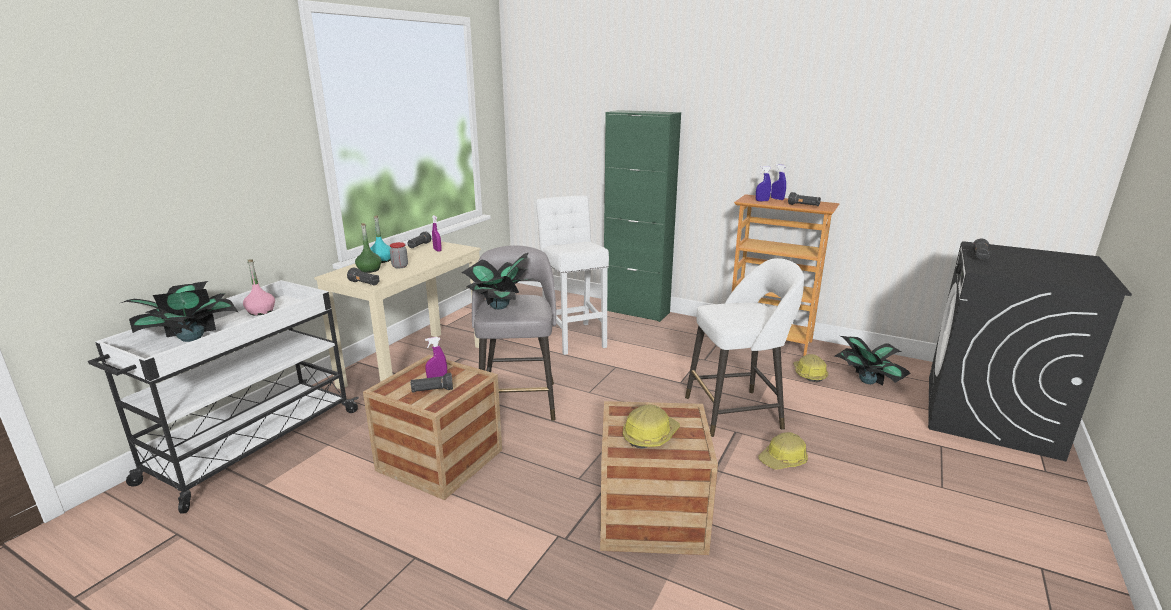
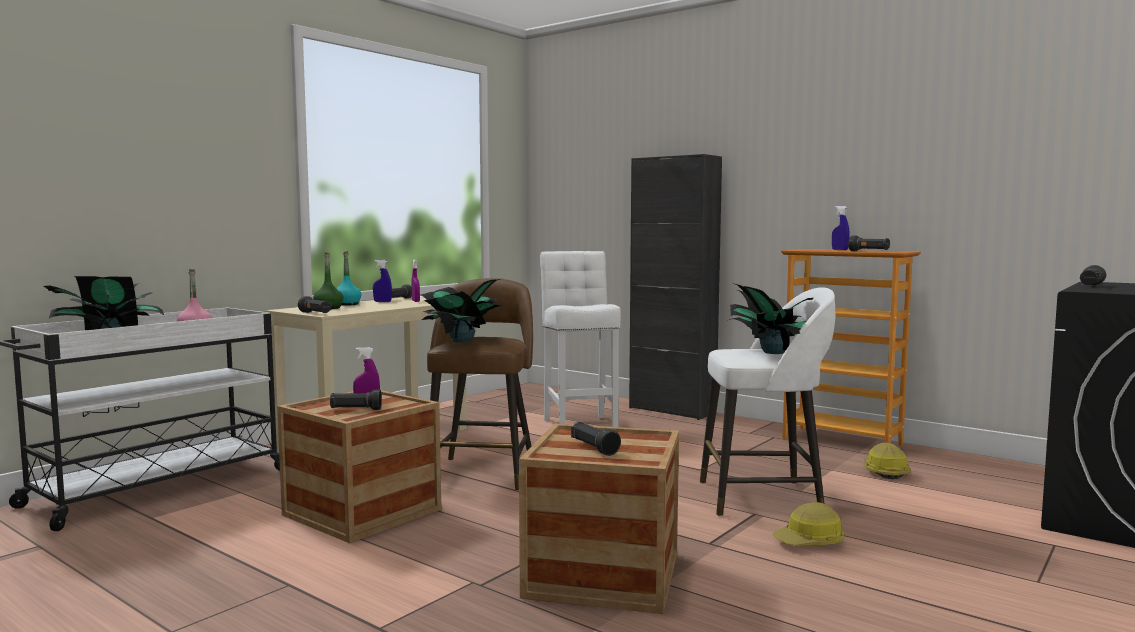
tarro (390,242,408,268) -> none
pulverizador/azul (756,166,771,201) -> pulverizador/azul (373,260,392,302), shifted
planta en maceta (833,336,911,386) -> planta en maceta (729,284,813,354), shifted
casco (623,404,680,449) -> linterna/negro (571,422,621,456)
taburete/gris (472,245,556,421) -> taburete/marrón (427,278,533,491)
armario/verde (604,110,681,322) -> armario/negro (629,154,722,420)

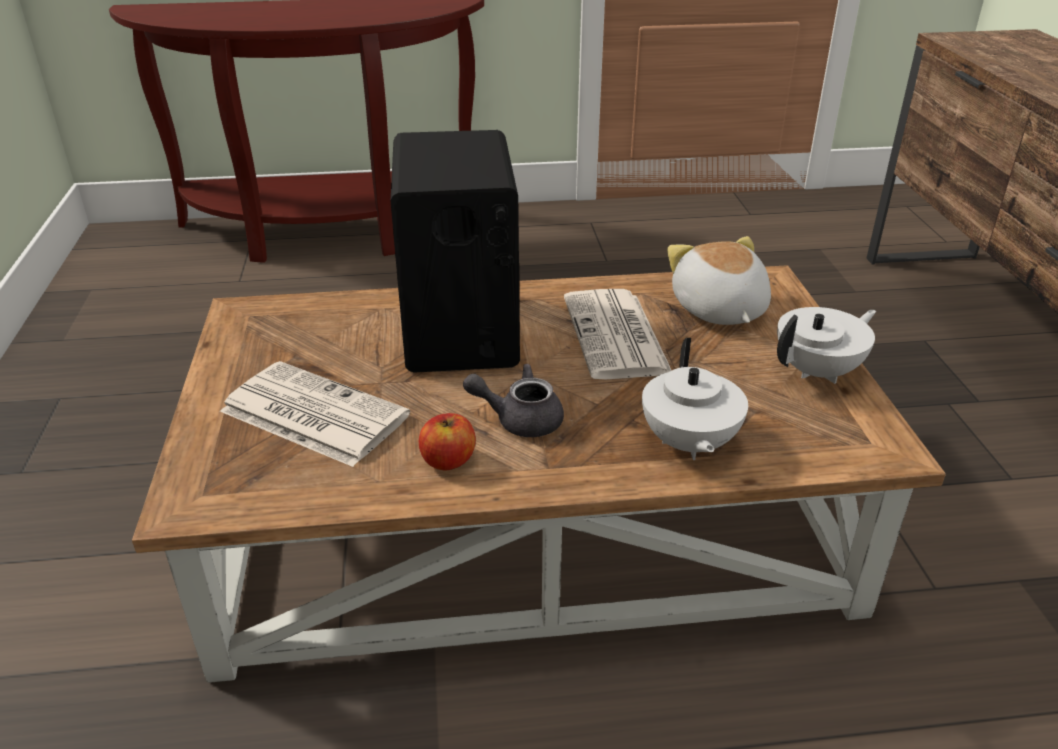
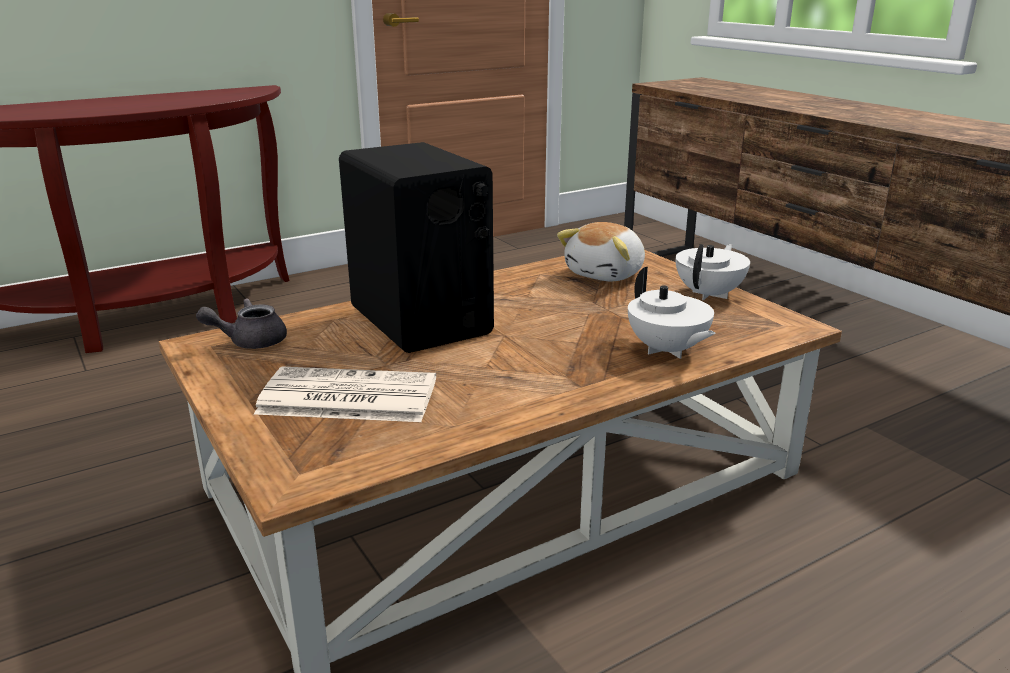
manzana (419,413,476,470) -> none
periódico (564,289,672,379) -> none
tetera/gris (463,364,564,437) -> tetera/gris (196,298,287,349), shifted
peluche (667,236,771,325) -> peluche (557,222,645,281), 105 degrees counterclockwise

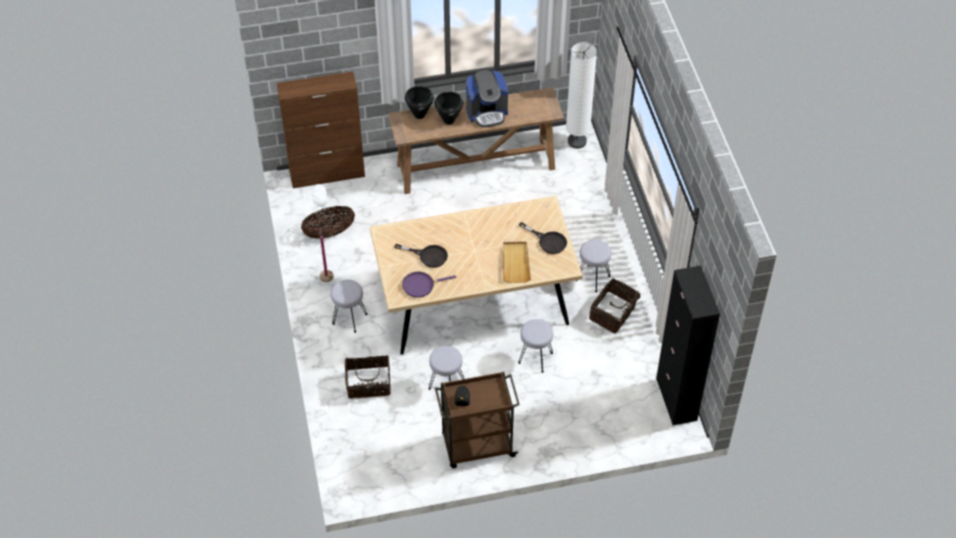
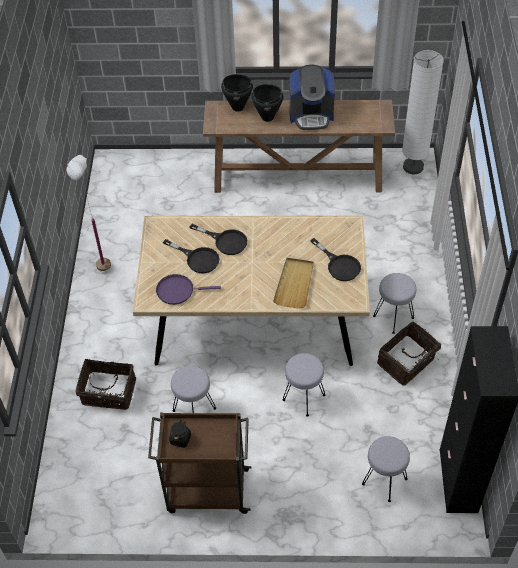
armario/marrón (277,71,365,188) -> none
cesta (301,206,355,239) -> none
none -> sartén/negro (190,224,247,255)
taburete/gris (331,280,367,333) -> taburete/gris (362,436,410,502), shifted

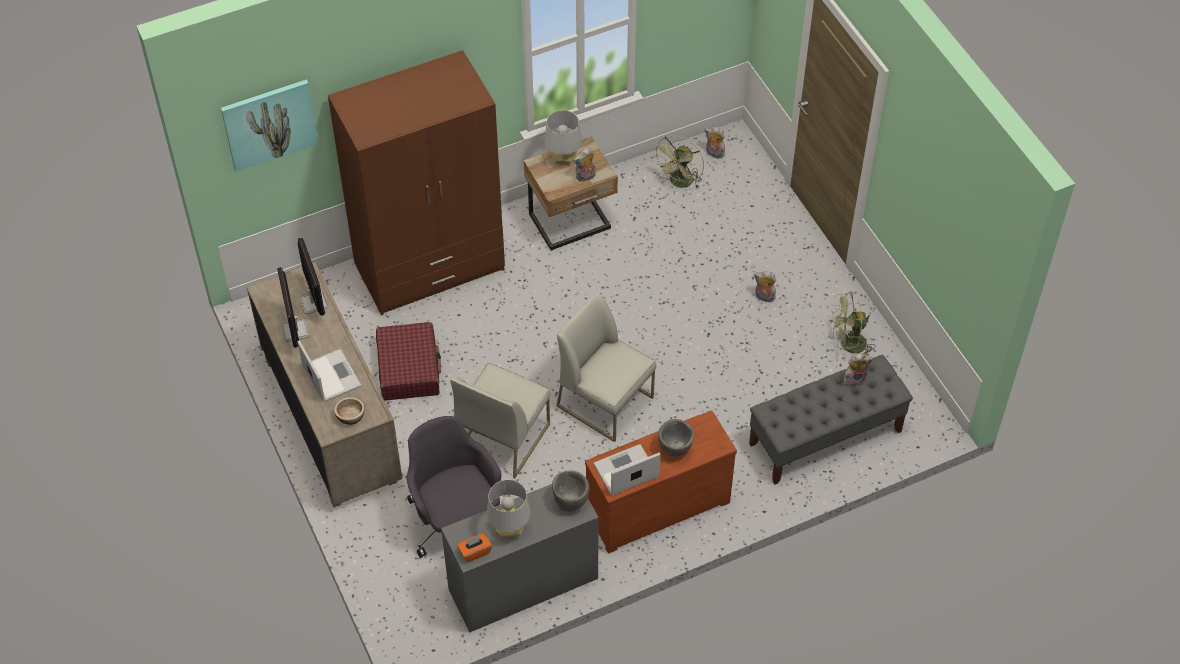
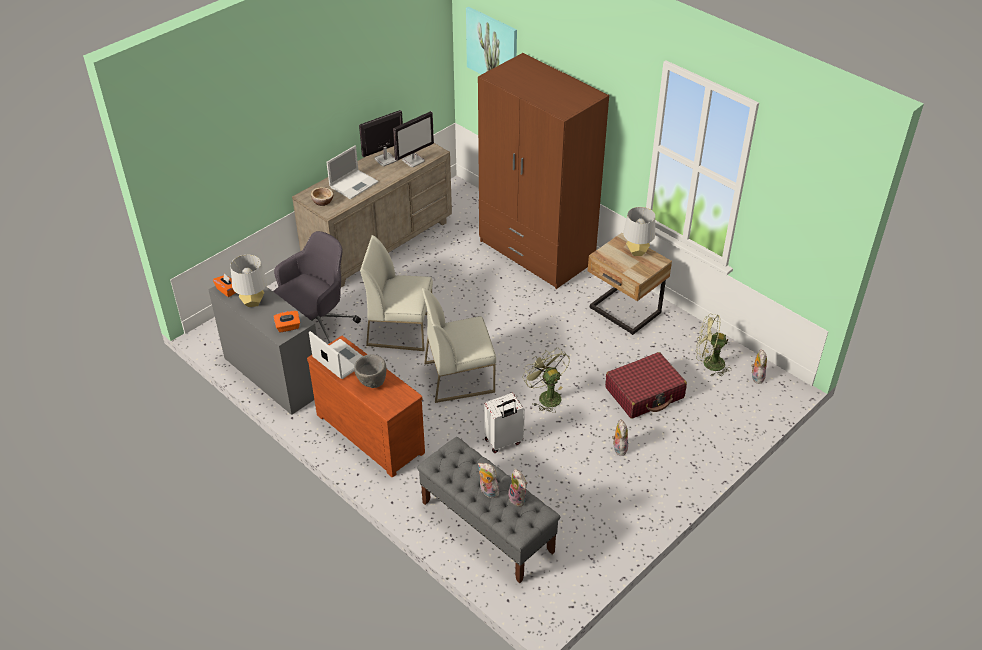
none -> maleta/blanco (484,393,525,453)
maleta/rojo (376,322,441,401) -> maleta/rojo (605,352,687,418), shifted
peluche (573,148,595,182) -> peluche (478,463,499,498), shifted
ventilador/verde (830,292,875,356) -> ventilador/verde (522,347,570,413), shifted
cuenco/gris (552,470,590,512) -> caja de pañuelos/naranja (273,311,300,332)
silla/blanco (557,291,656,442) -> silla/blanco (422,288,496,403), 120 degrees counterclockwise

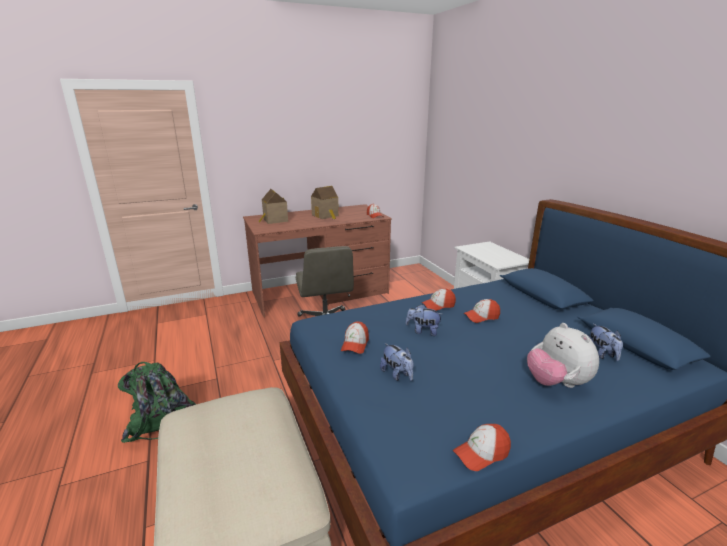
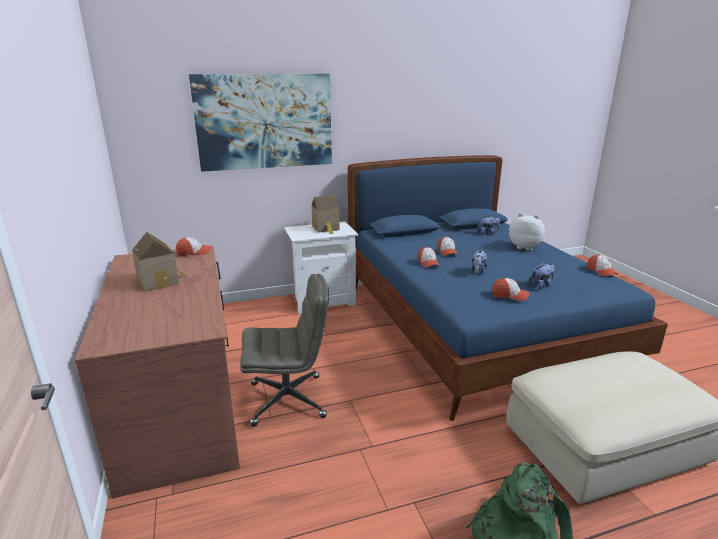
none -> cuadro (189,74,332,172)
casita (258,189,288,224) -> casita (312,195,339,234), shifted
peluche (527,323,599,388) -> peluche (509,213,545,251), 135 degrees counterclockwise

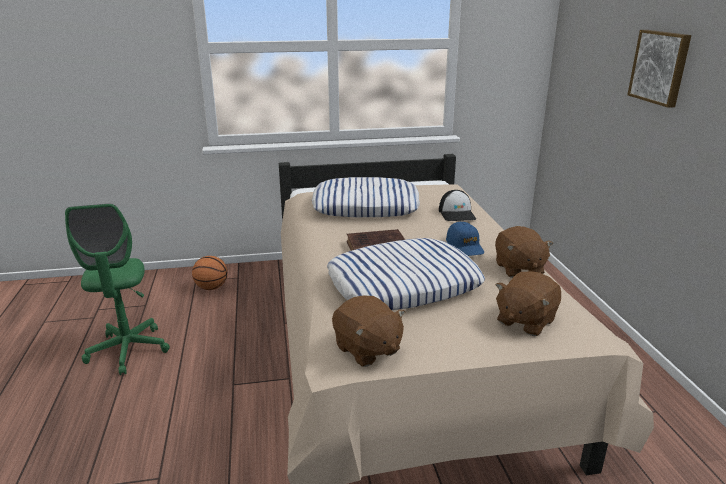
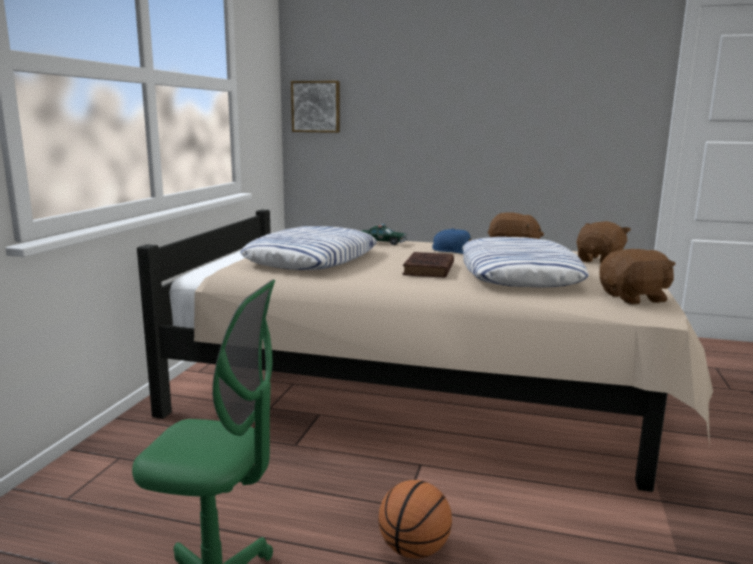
balón de baloncesto (192,256,228,290) -> balón de baloncesto (378,480,452,559), shifted
cuadro (627,30,691,108) -> cuadro (291,81,340,133), shifted
gorra (439,190,476,221) -> coche de juguete (362,224,408,245)
peluche/marrón (496,271,561,336) -> peluche/marrón (577,221,631,263), 120 degrees counterclockwise

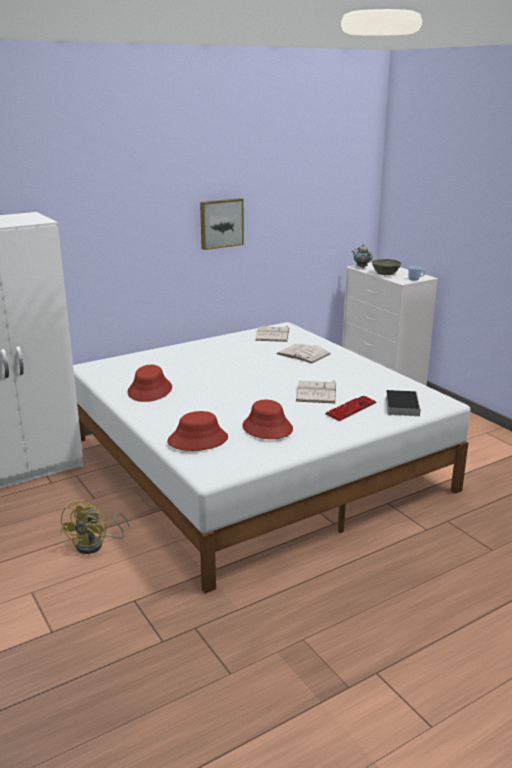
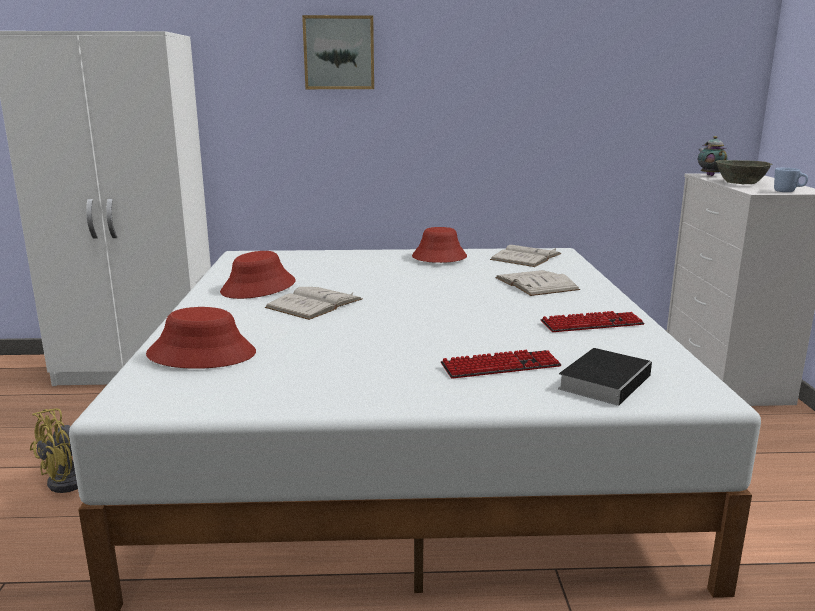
none -> teclado (541,311,645,332)
cuadro (200,198,244,250) -> cuadro (302,15,374,89), shifted
sombrero/rojo (242,400,293,439) -> sombrero/rojo (412,227,467,263), shifted
libro/blanco (296,381,336,403) -> libro/blanco (265,287,362,320), shifted

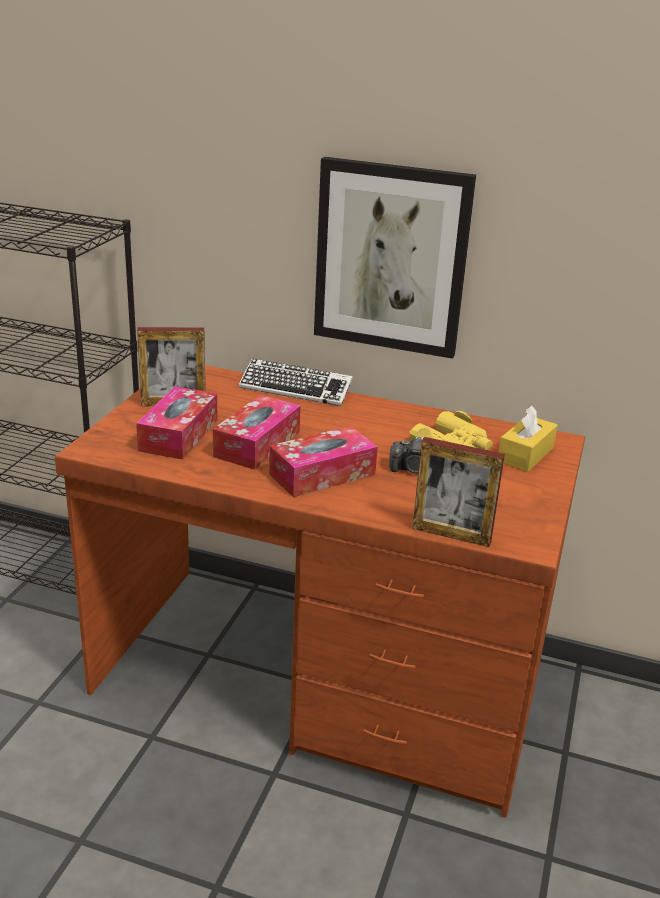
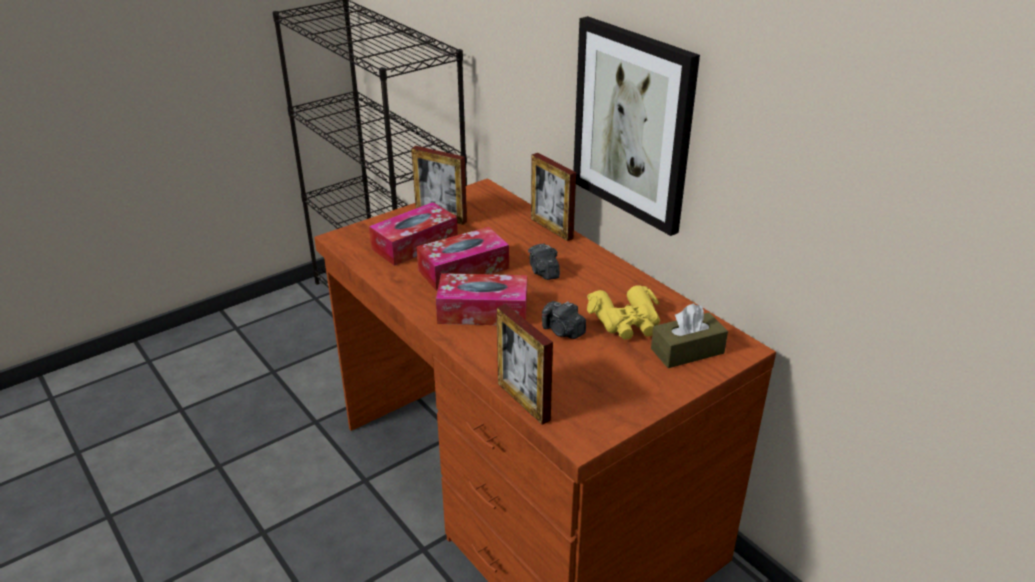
none -> cámara (528,244,560,280)
teclado (238,359,353,406) -> portarretratos (531,153,576,241)
caja de pañuelos/amarillo (499,405,558,472) -> caja de pañuelos/marrón (651,303,728,368)

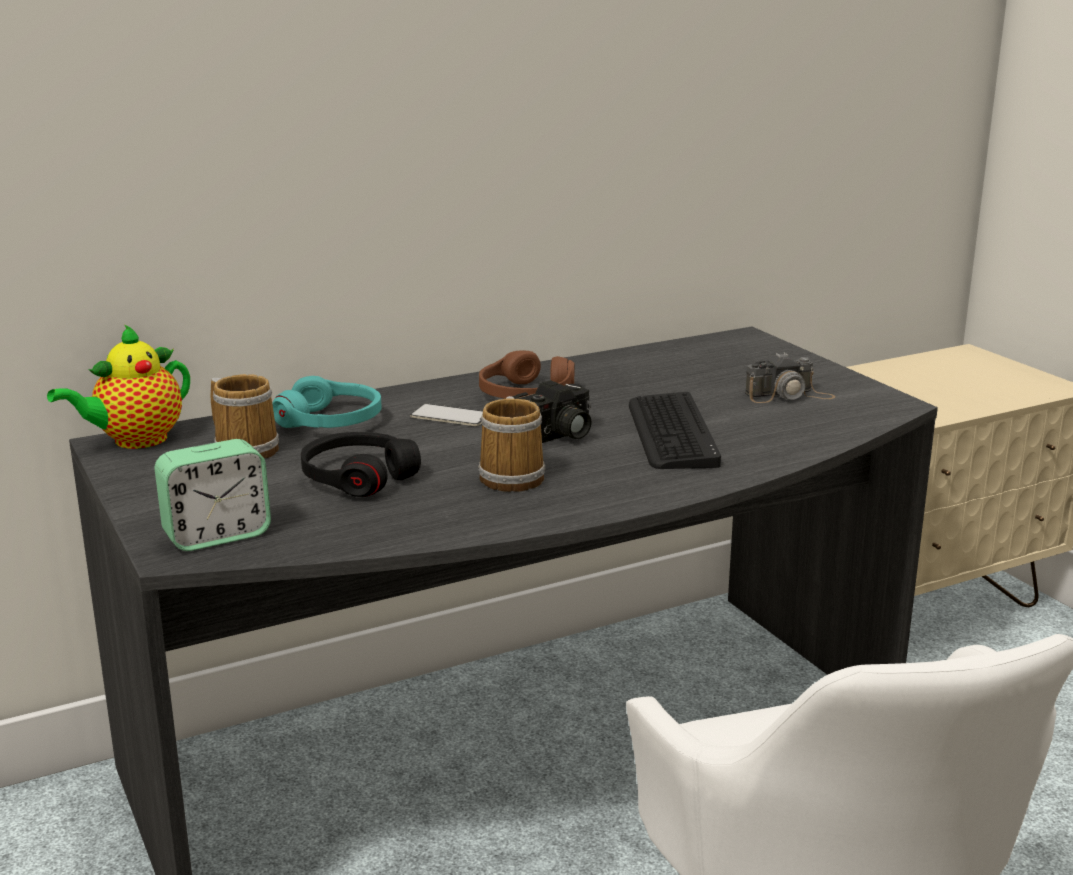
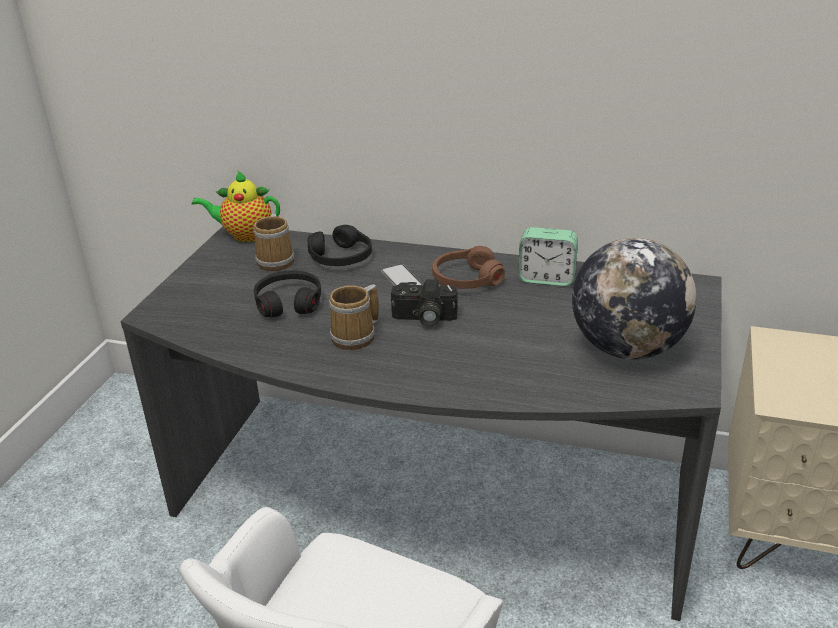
teclado (629,392,721,469) -> none
despertador (155,439,271,551) -> despertador (518,227,578,286), shifted
cámara (745,353,835,403) -> globo terráqueo (572,238,697,360)
auriculares/turquesa (272,376,382,428) -> auriculares/negro (308,225,372,266)

